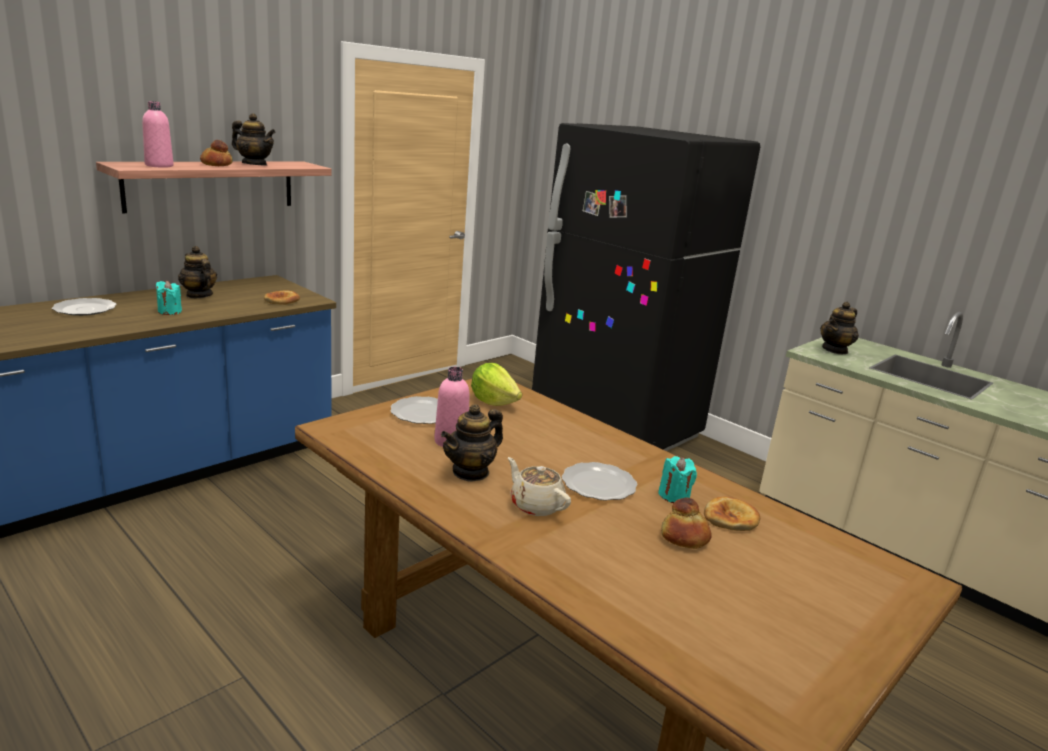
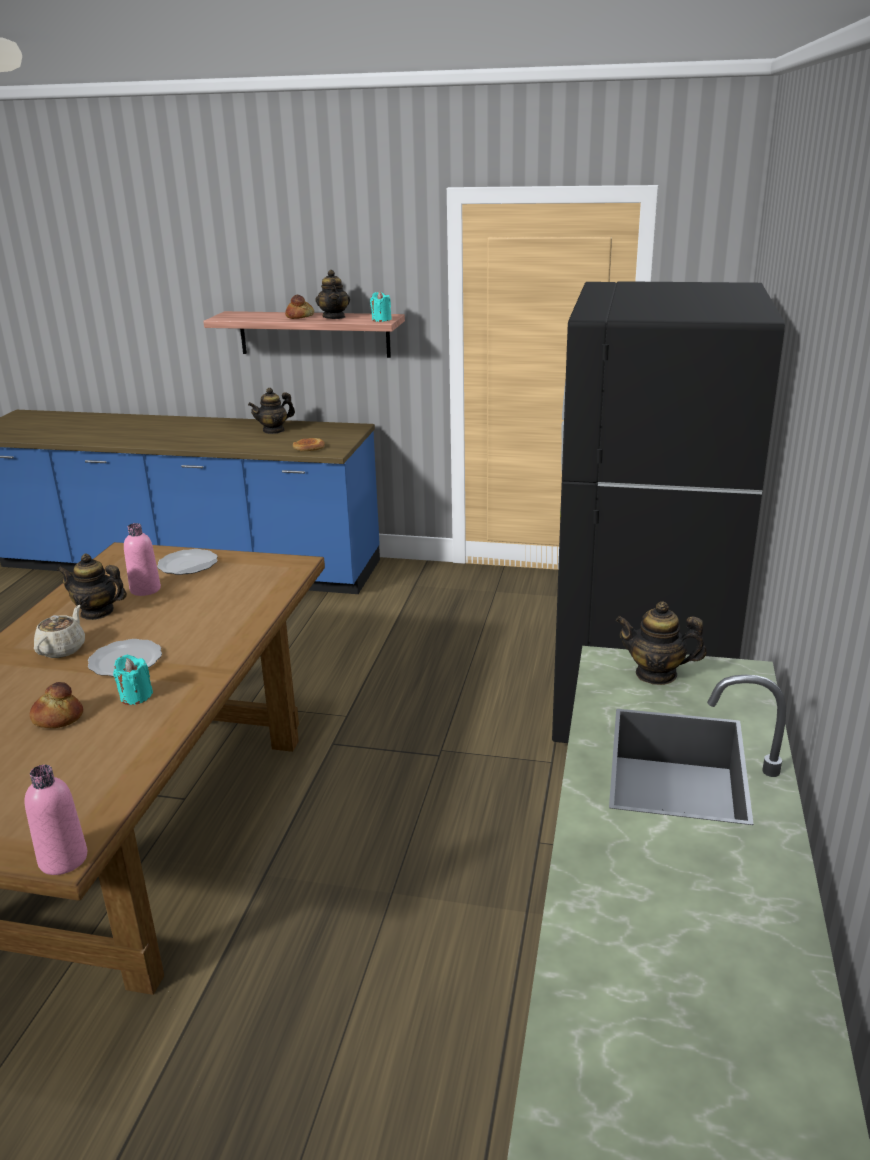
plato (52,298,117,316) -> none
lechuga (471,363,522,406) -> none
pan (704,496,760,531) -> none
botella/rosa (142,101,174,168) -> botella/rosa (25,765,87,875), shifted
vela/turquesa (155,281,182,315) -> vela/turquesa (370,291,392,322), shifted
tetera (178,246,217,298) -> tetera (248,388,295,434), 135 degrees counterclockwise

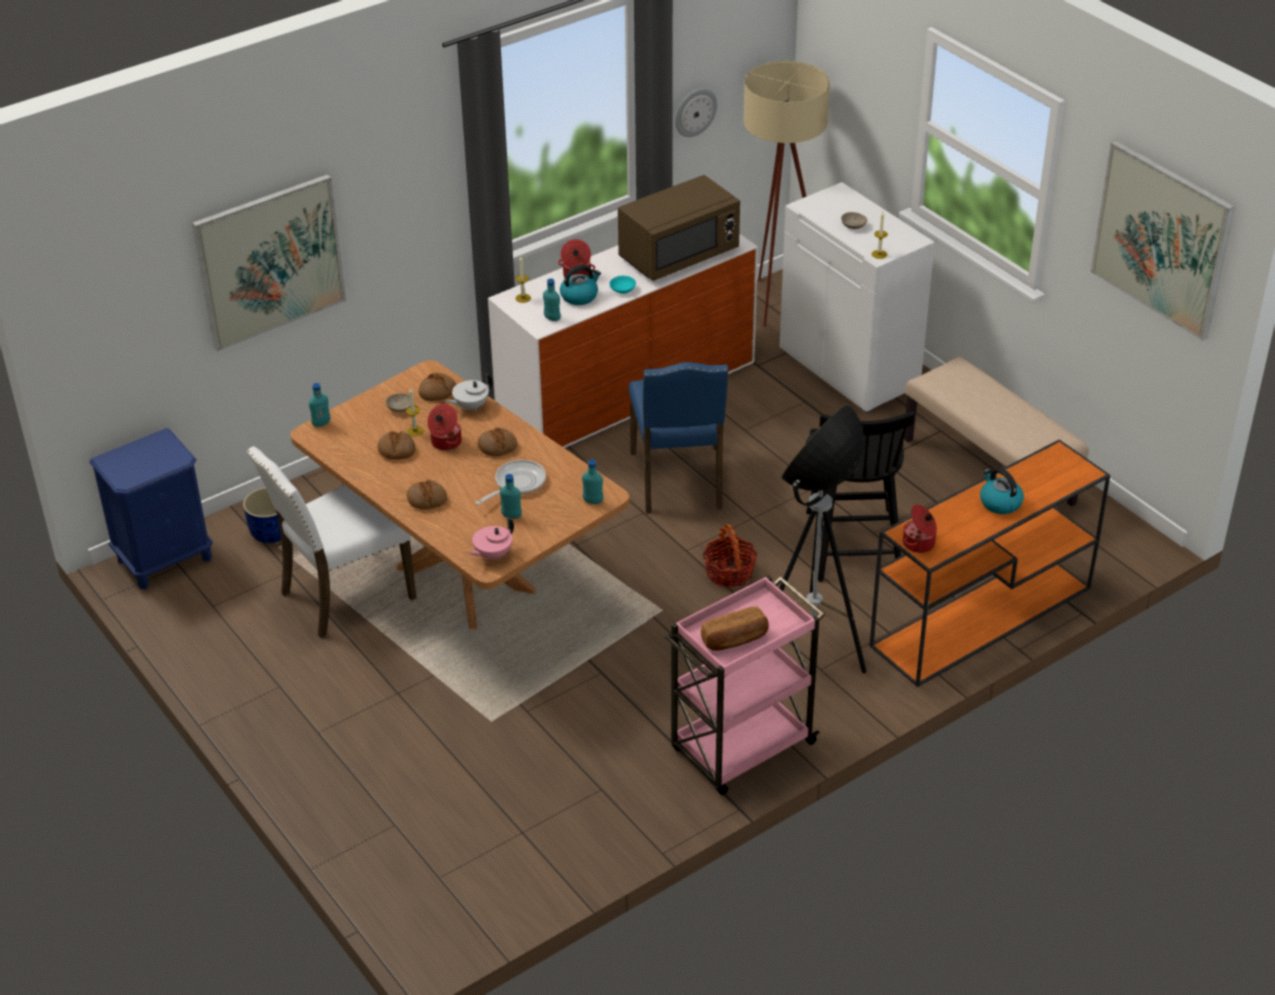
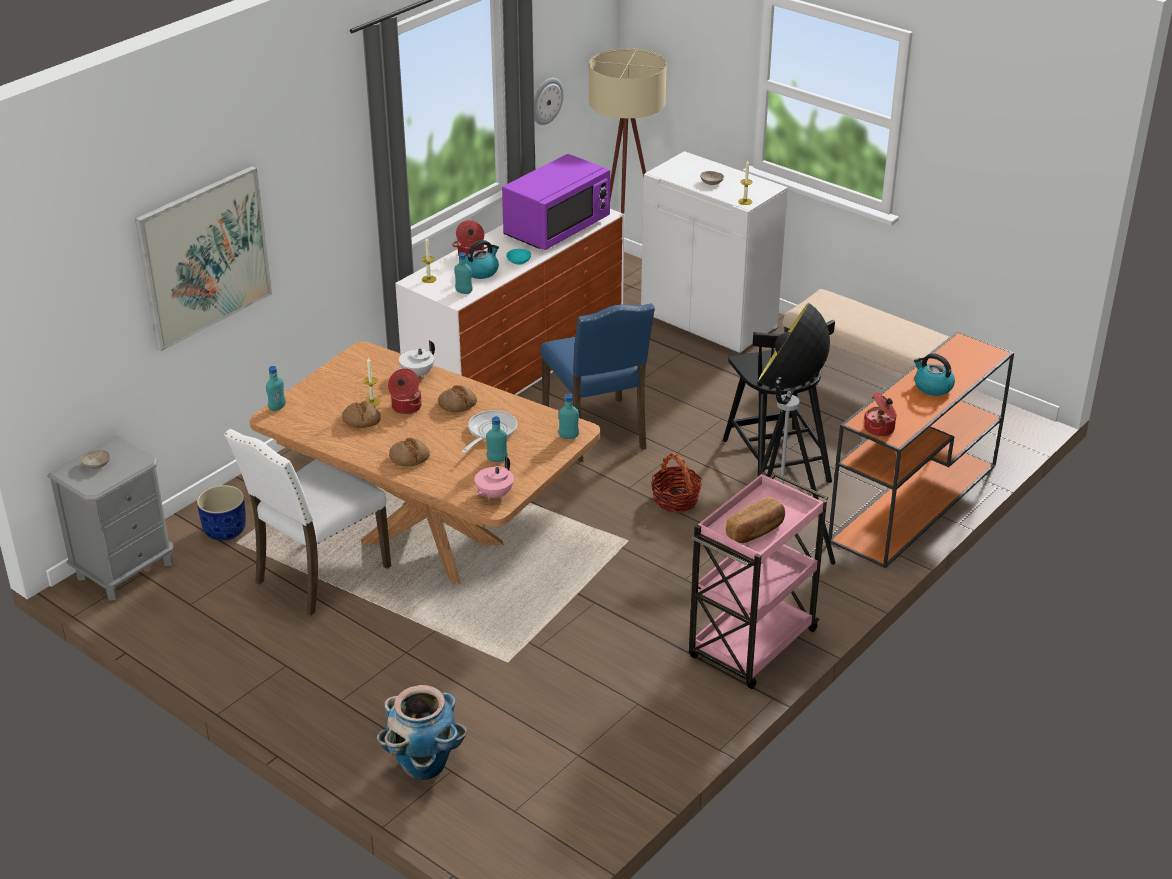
pan (418,373,456,401) -> none
cuadro (1091,141,1235,341) -> none
none -> maceta (377,685,467,780)
cuenco/beis (386,393,411,412) -> cuenco/beis (80,450,110,469), shifted
mesita de noche/azul (89,428,212,589) -> mesita de noche/gris (47,435,174,601)
microondas/marrón (618,175,740,281) -> microondas/morado (502,154,610,250)

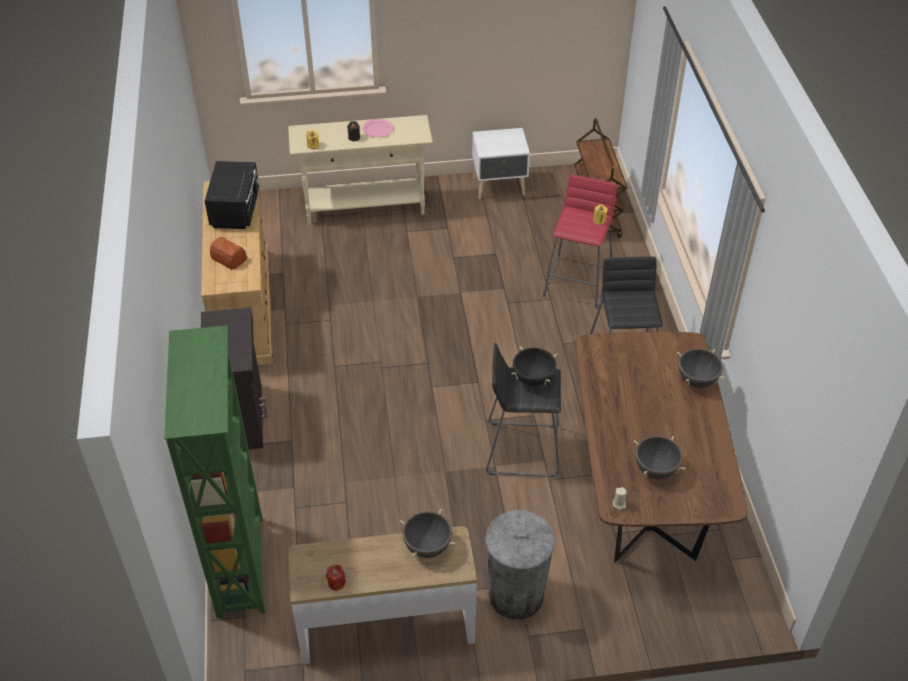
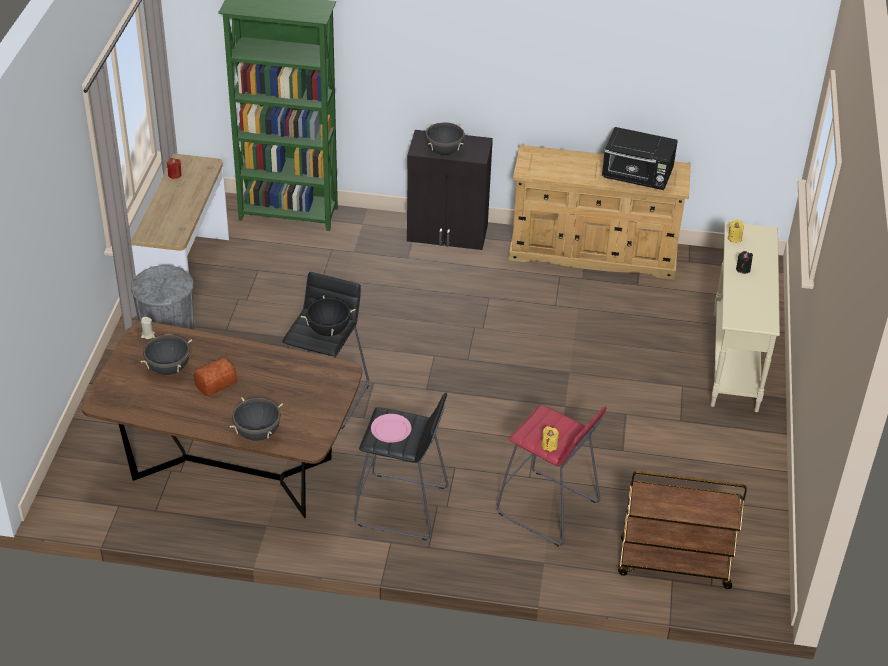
mesita de noche/blanco (472,128,530,199) -> none
pan (210,237,247,270) -> pan (194,357,237,396), shifted
plato/rosa (362,119,393,137) -> plato/rosa (371,414,411,443), shifted
olla/negro (400,509,455,558) -> olla/negro (425,122,465,155), shifted

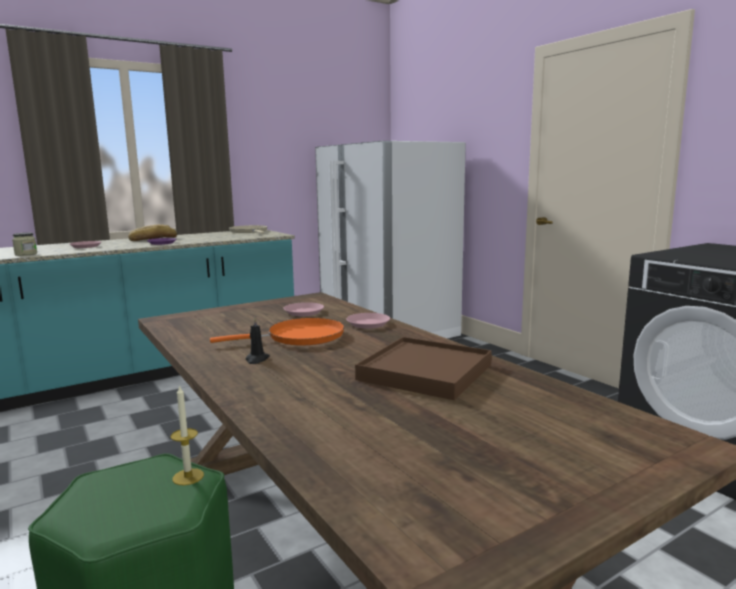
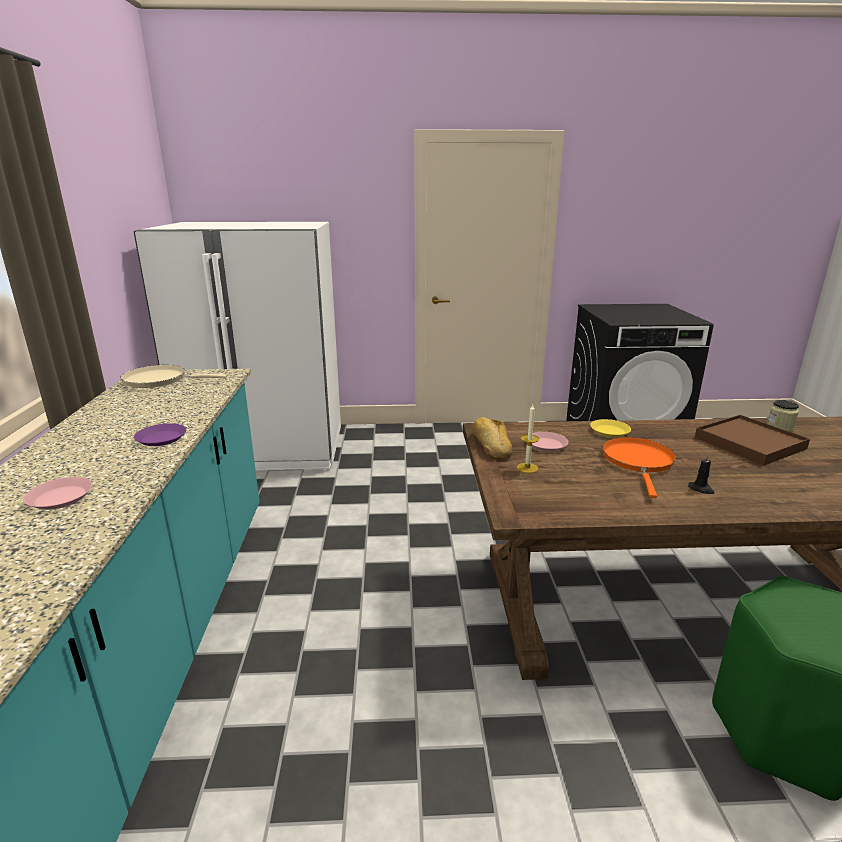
tarro (12,233,37,256) -> tarro (767,400,799,431), shifted
pan (128,225,177,241) -> pan (473,417,512,459), shifted
vela (171,385,204,485) -> vela (517,404,539,473), shifted
plato/rosa (346,313,390,328) -> plato/amarillo (590,419,631,437)

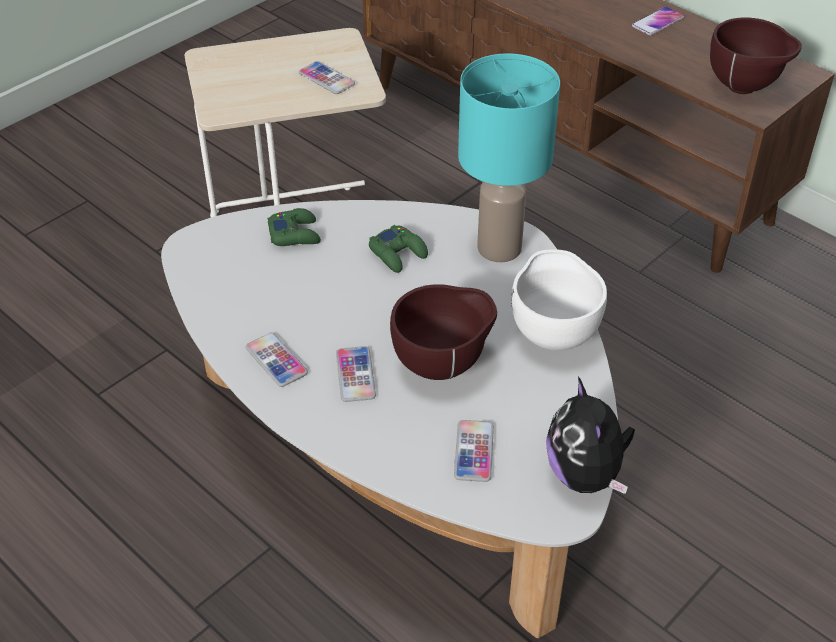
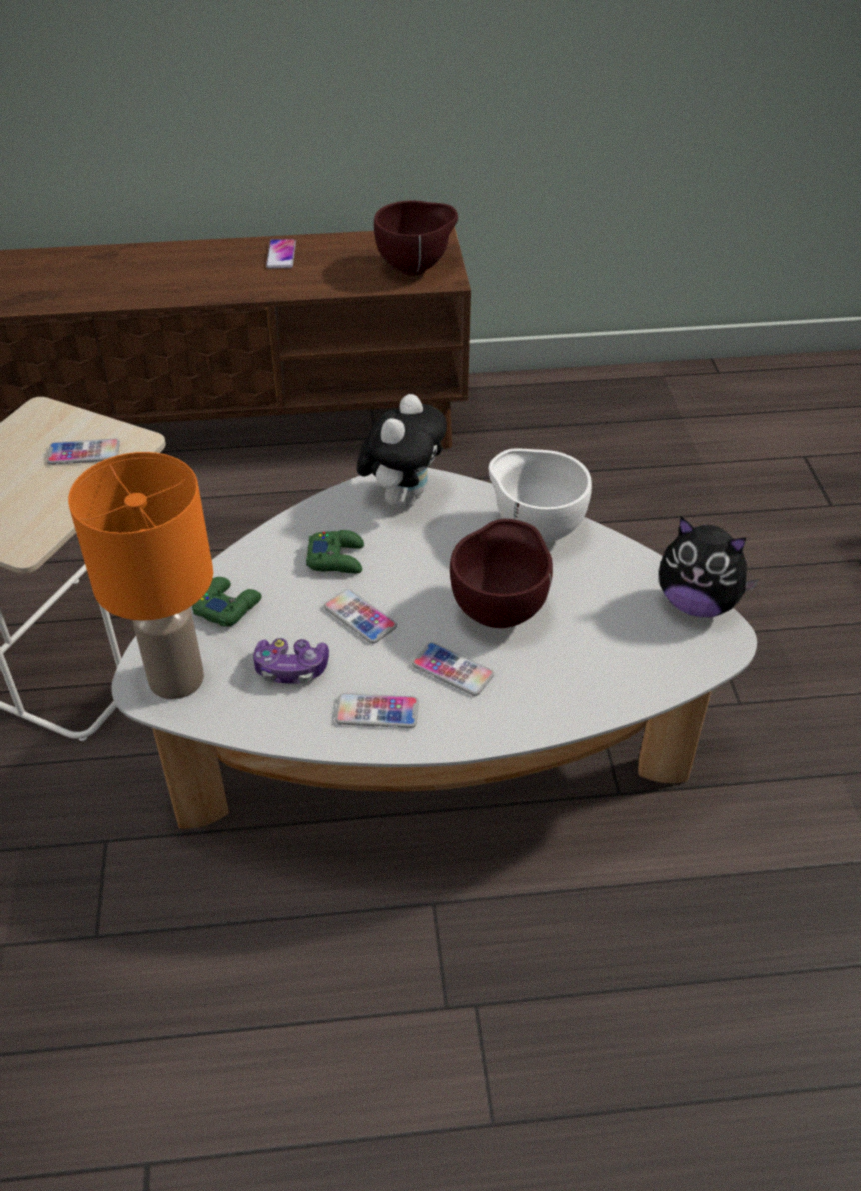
none -> lámpara de mesa/naranja (68,452,213,699)
none -> mando de consola (253,638,329,684)
móvil (454,420,494,482) -> móvil (324,589,397,643), shifted
lámpara de mesa/turquesa (458,53,560,262) -> peluche (357,394,447,508)

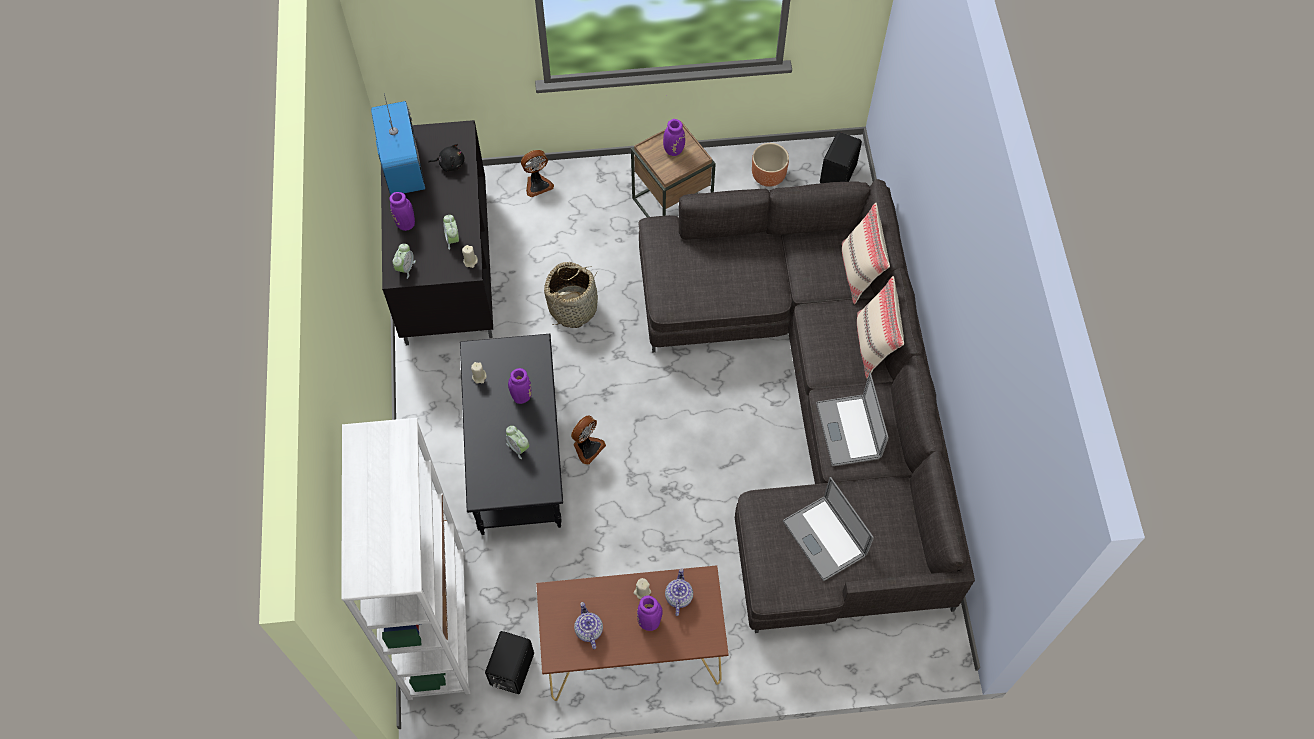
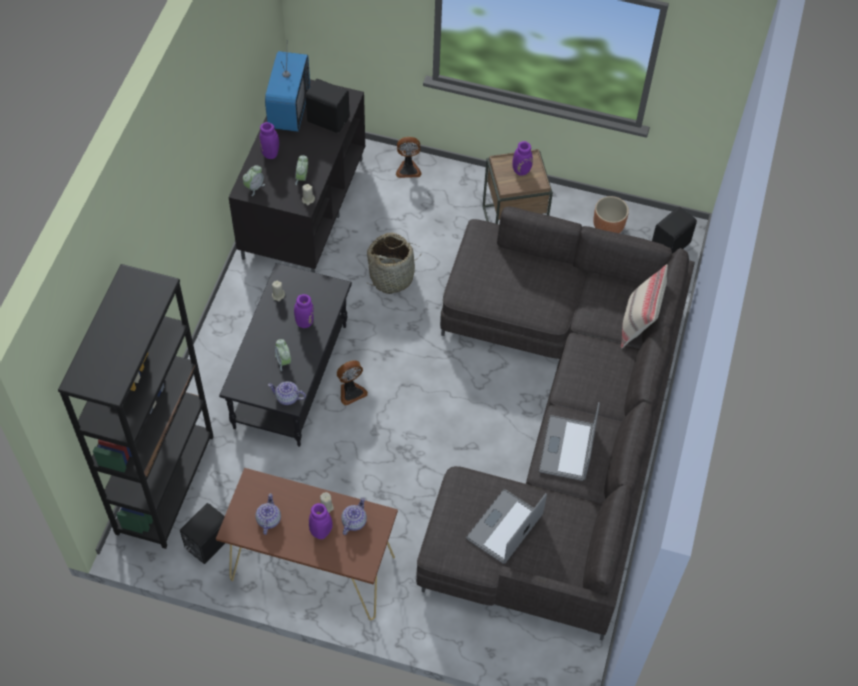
cojín/beis (857,276,904,378) -> none
none -> tetera (268,381,306,405)
peluche/negro (428,144,465,172) -> altavoz/negro (305,79,350,133)
estantería/blanco (341,418,470,700) -> estantería/negro (58,264,214,549)
portátil (783,477,874,581) -> portátil (466,489,547,564), 45 degrees clockwise

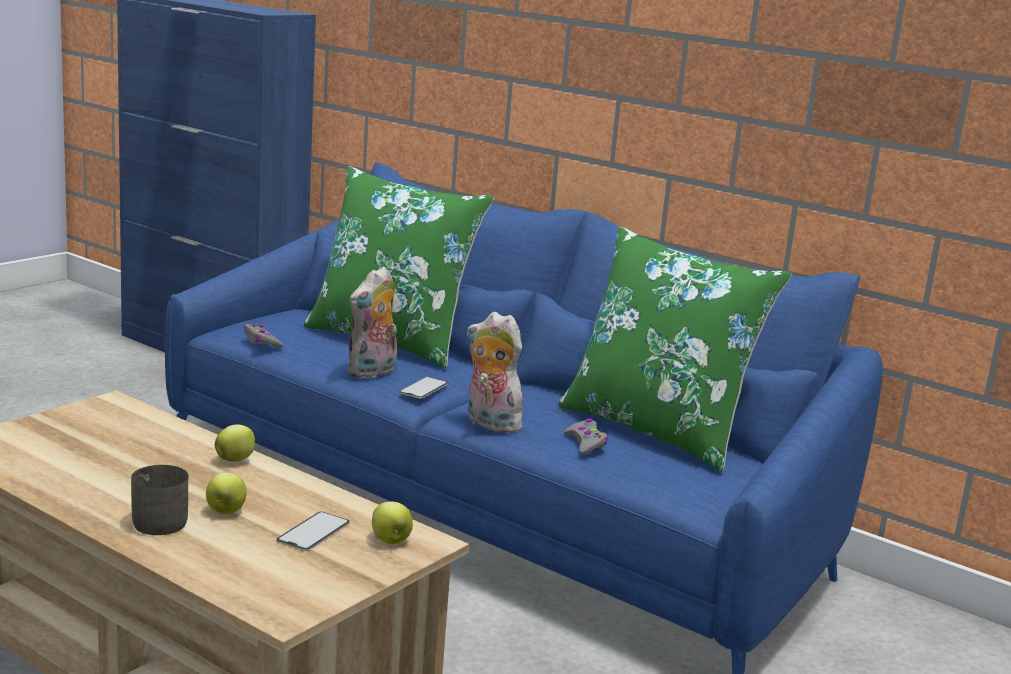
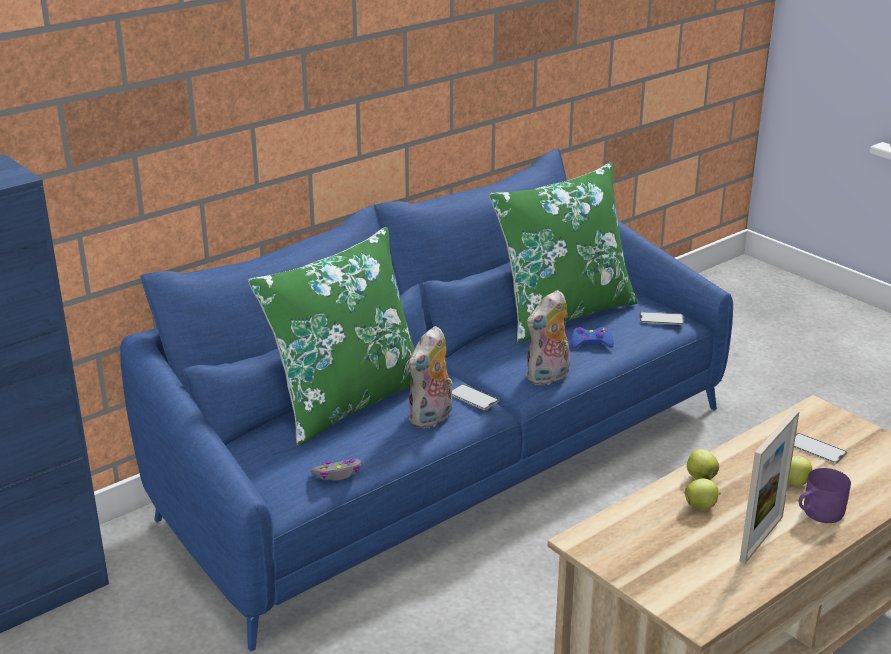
none -> móvil (639,312,684,325)
none -> portarretratos (739,409,800,564)
manzana (372,502,413,544) -> manzana (685,479,721,509), shifted
taza grande/gris (131,465,188,535) -> taza grande/morado (799,468,851,523)
mando de consola/gris (564,418,608,454) -> mando de consola/azul (571,327,614,348)
peluche (348,266,397,379) -> peluche (408,326,453,429), 75 degrees clockwise

